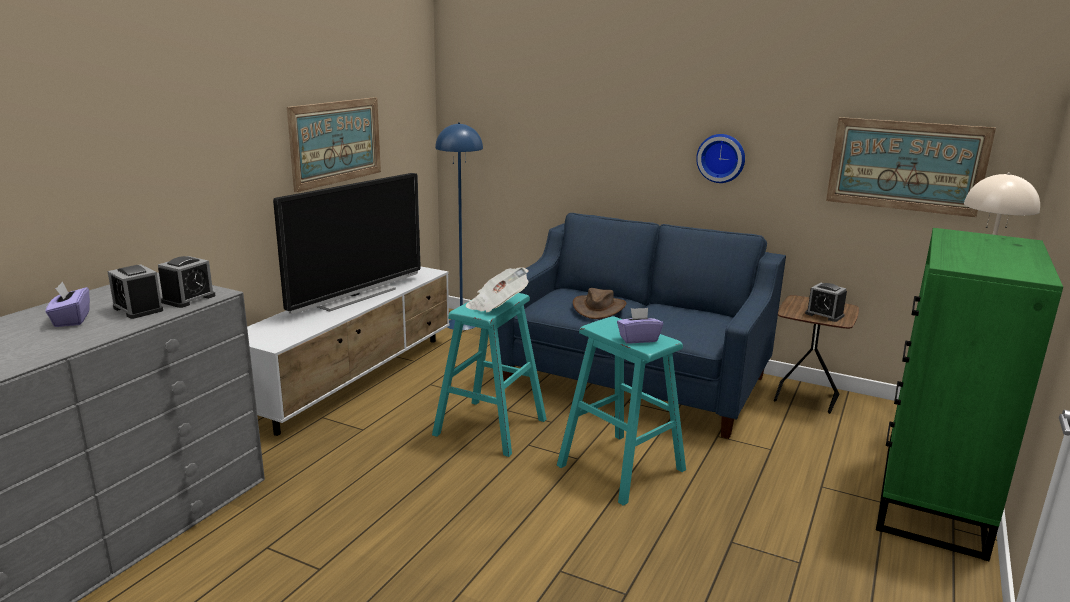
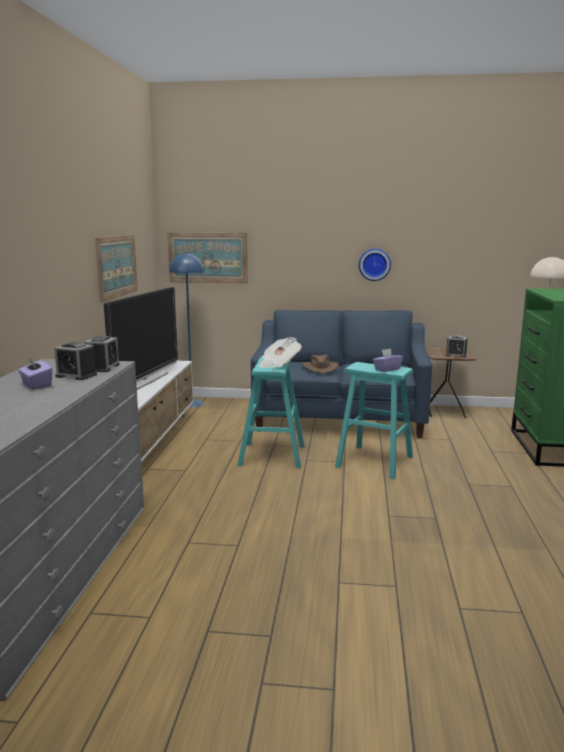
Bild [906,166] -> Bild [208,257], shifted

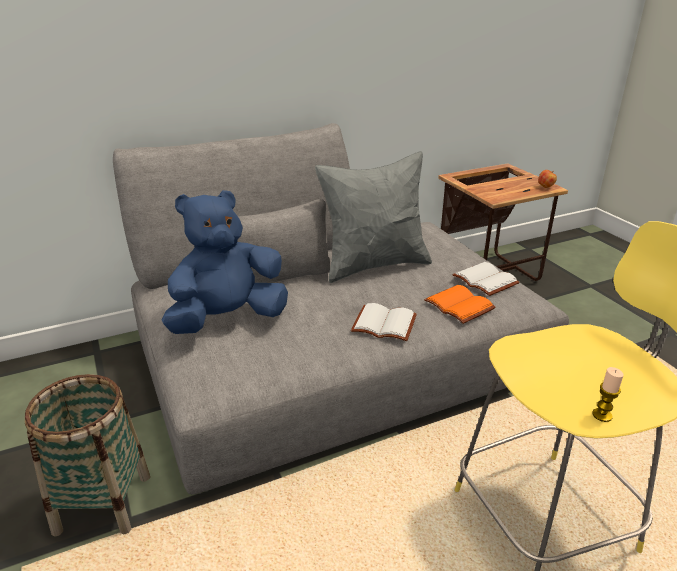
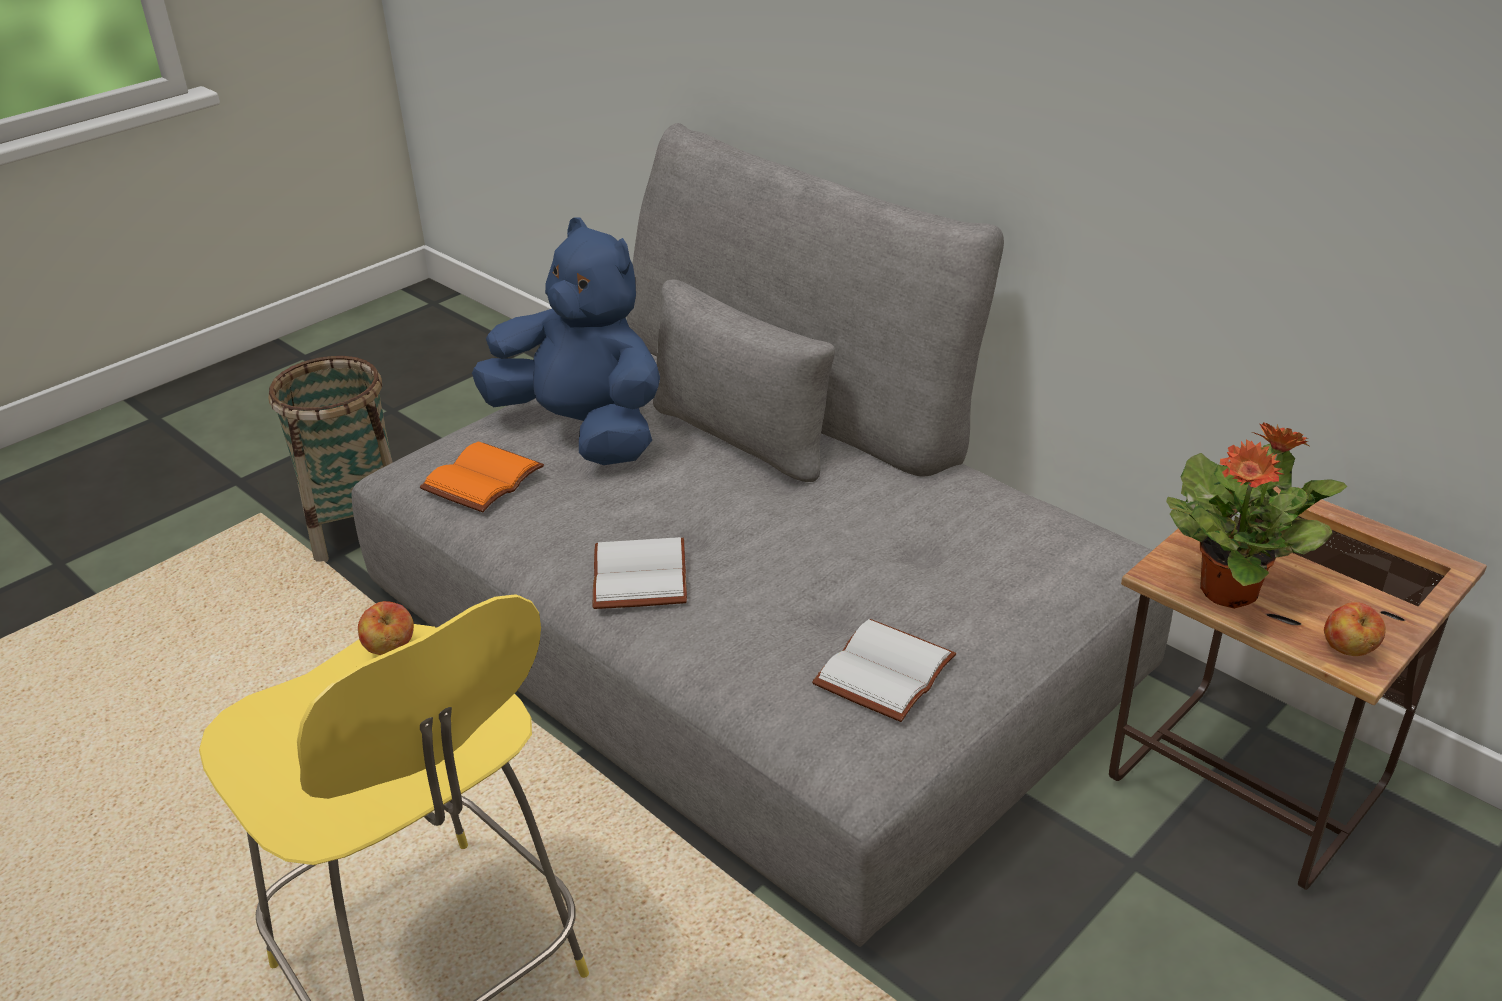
Kissen (grau) [374,265] -> none
Buch (orange) [461,305] -> Buch (orange) [484,481], shifted
Kerze [602,415] -> none
none -> Apfel [390,649]
none -> Topfpflanze [1230,590]

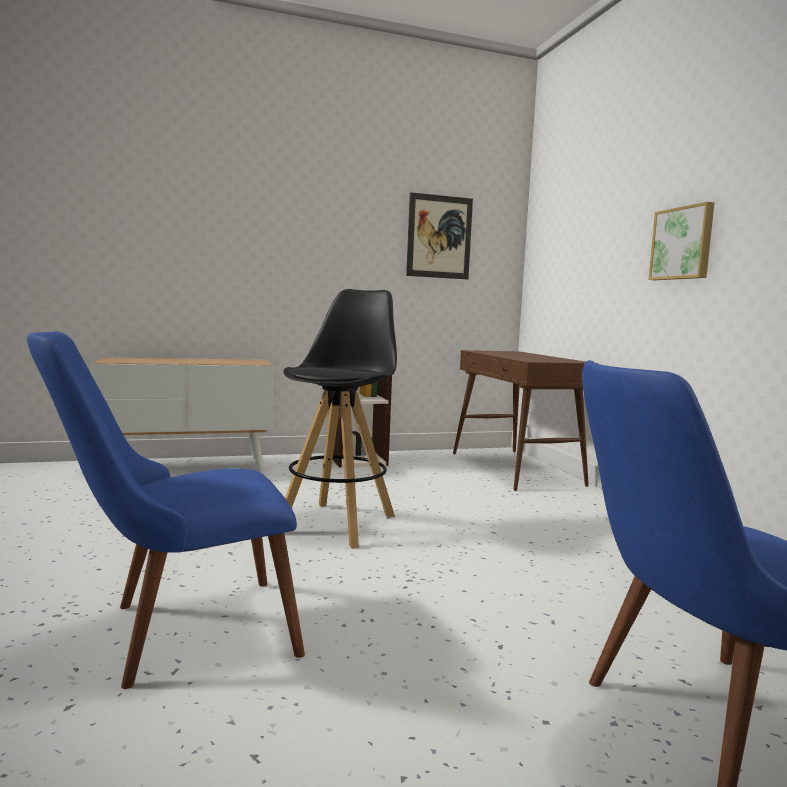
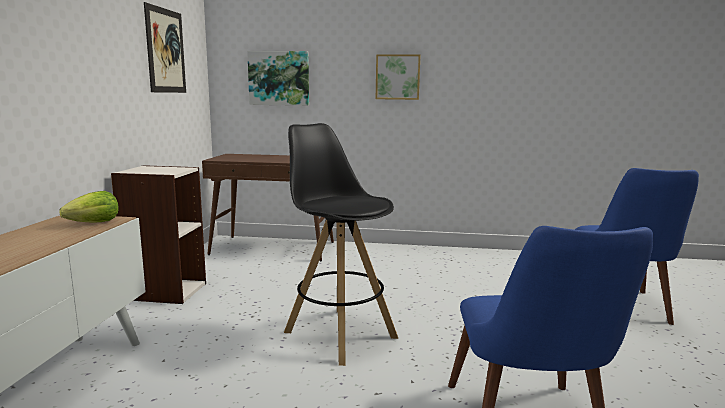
none -> Salatkopf [95,223]
none -> Bild [279,78]

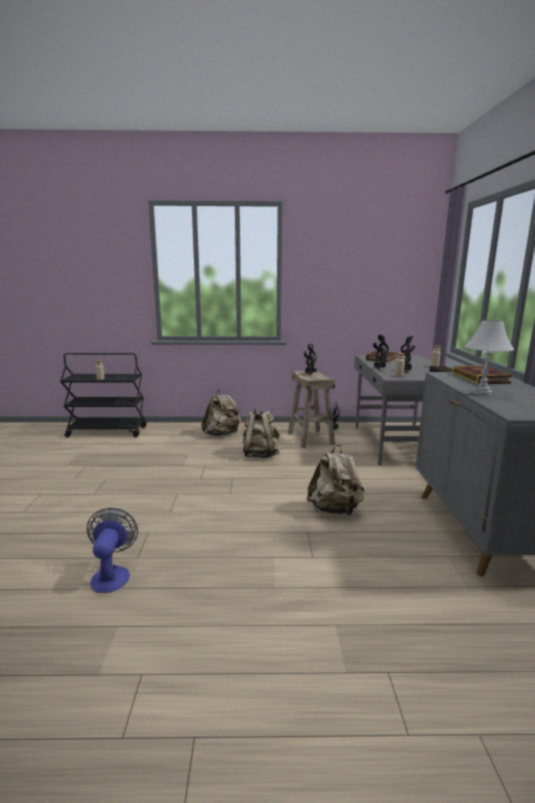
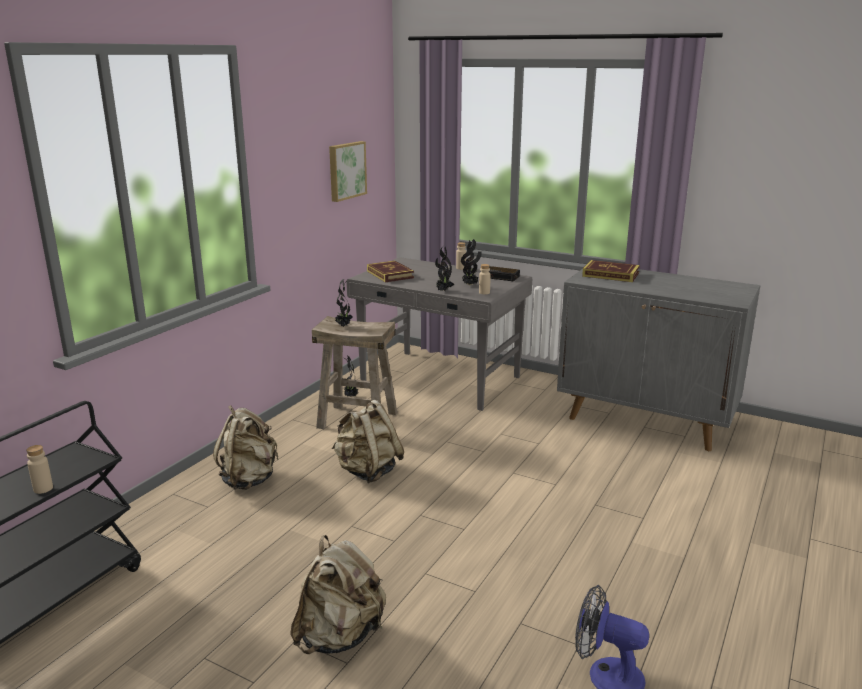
Rucksack (beige) [335,509] -> Rucksack (beige) [340,636], shifted
Tischlampe (weiß) [482,393] -> none
none -> Bild [346,170]

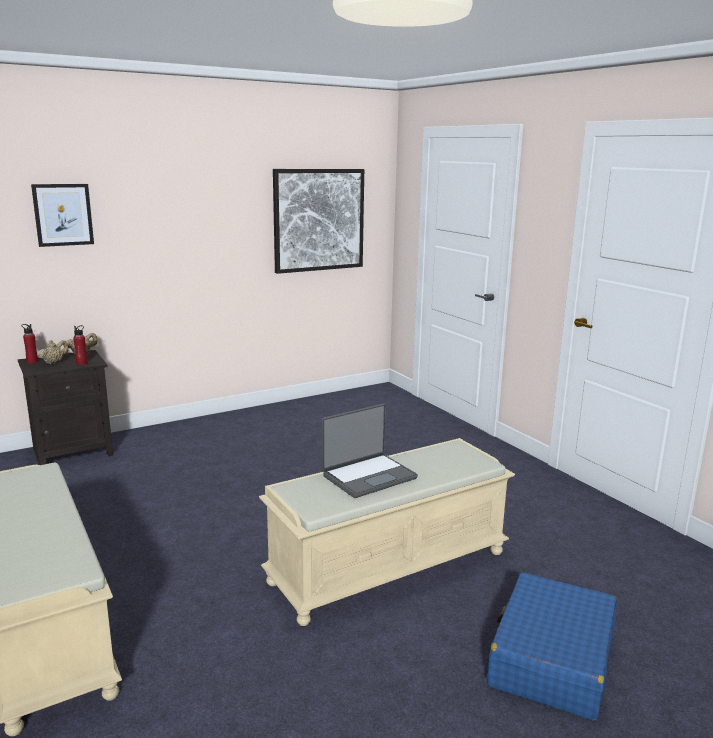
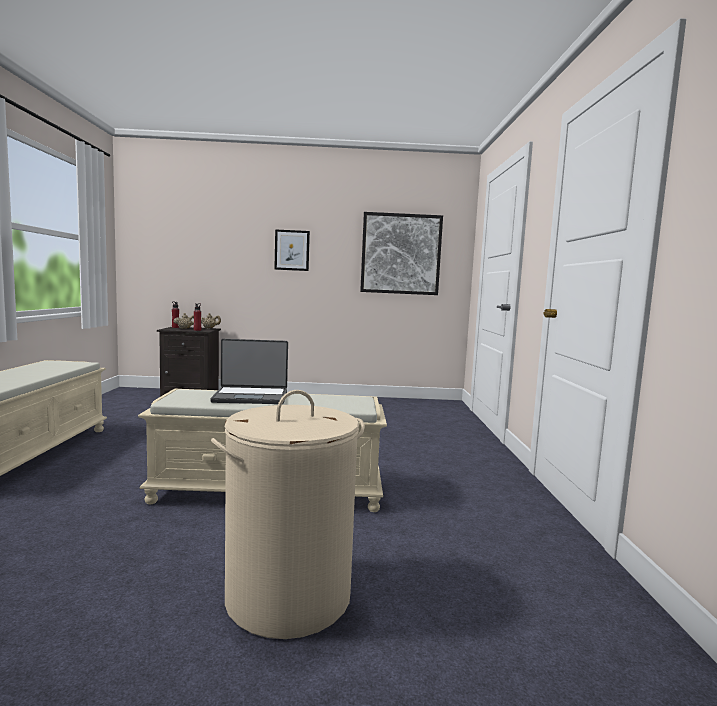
Bild [63,214] -> Bild [292,250], shifted
Koffer (blau) [551,660] -> Wäschekorb (beige) [288,597]

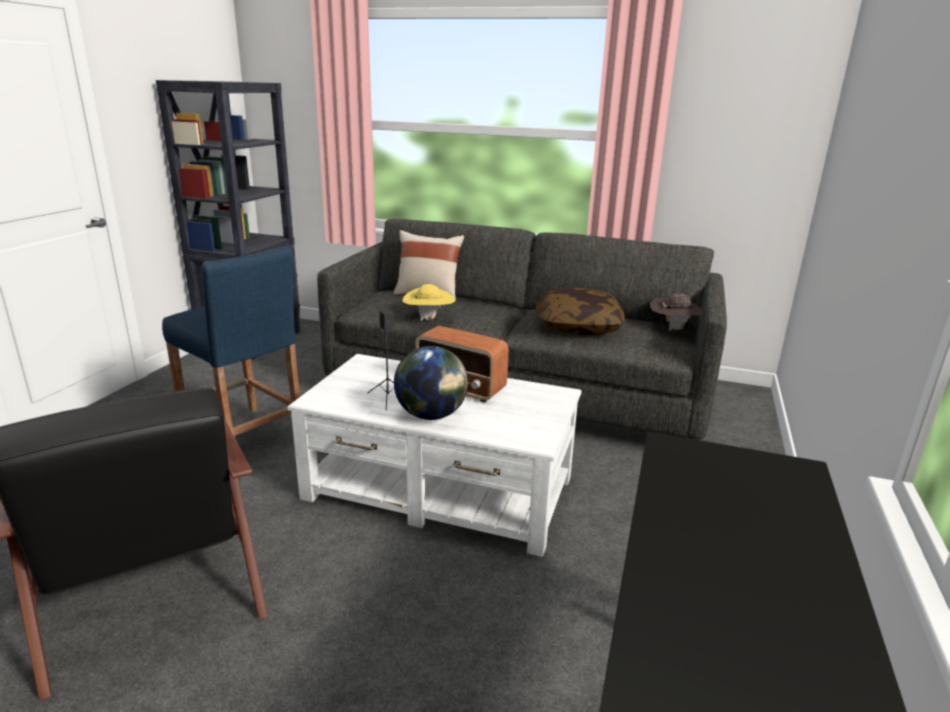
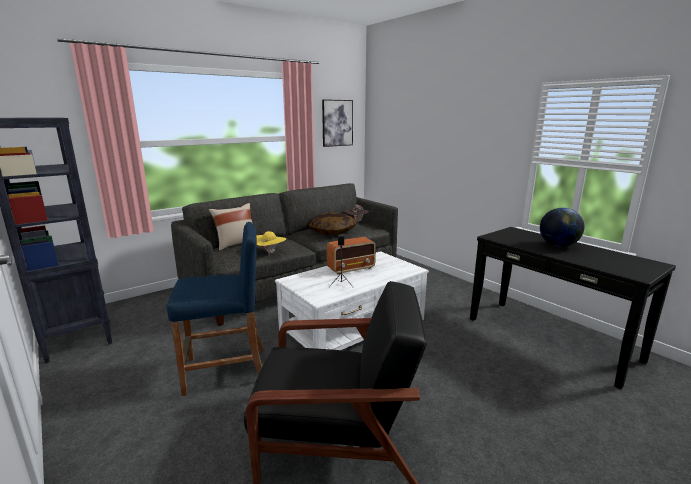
Globus [431,415] -> Globus [558,245], shifted
none -> Bild [337,123]

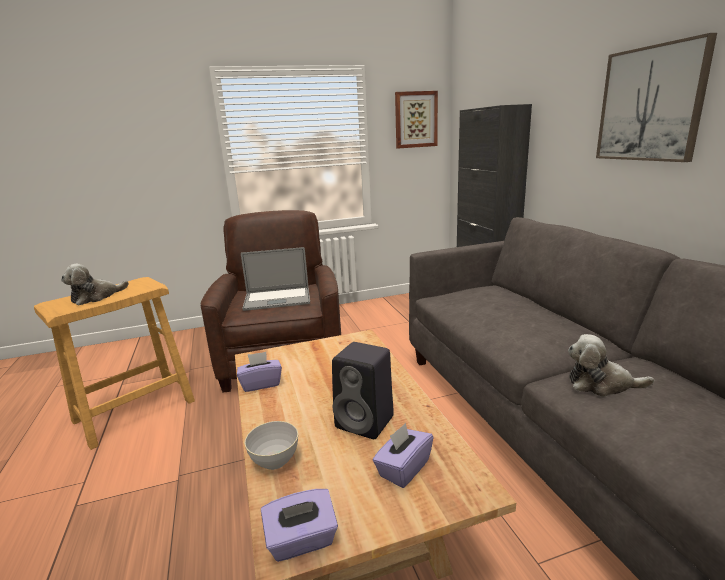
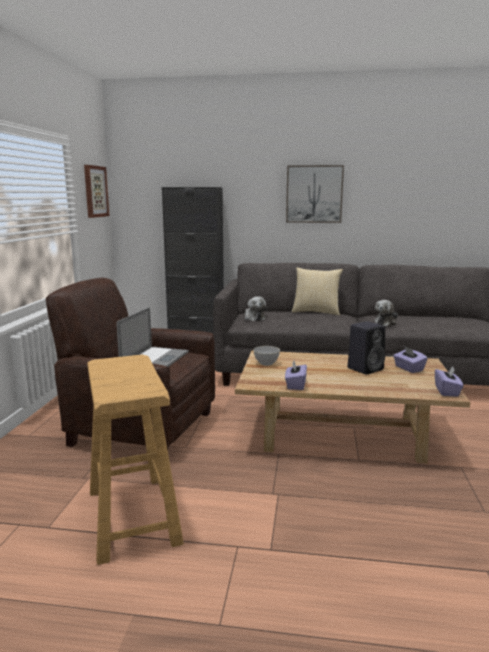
Plüschtier [96,297] -> Plüschtier [254,318], shifted
Schüssel (grau) [275,461] -> Schüssel (grau) [266,363], shifted
none -> Kissen [316,312]

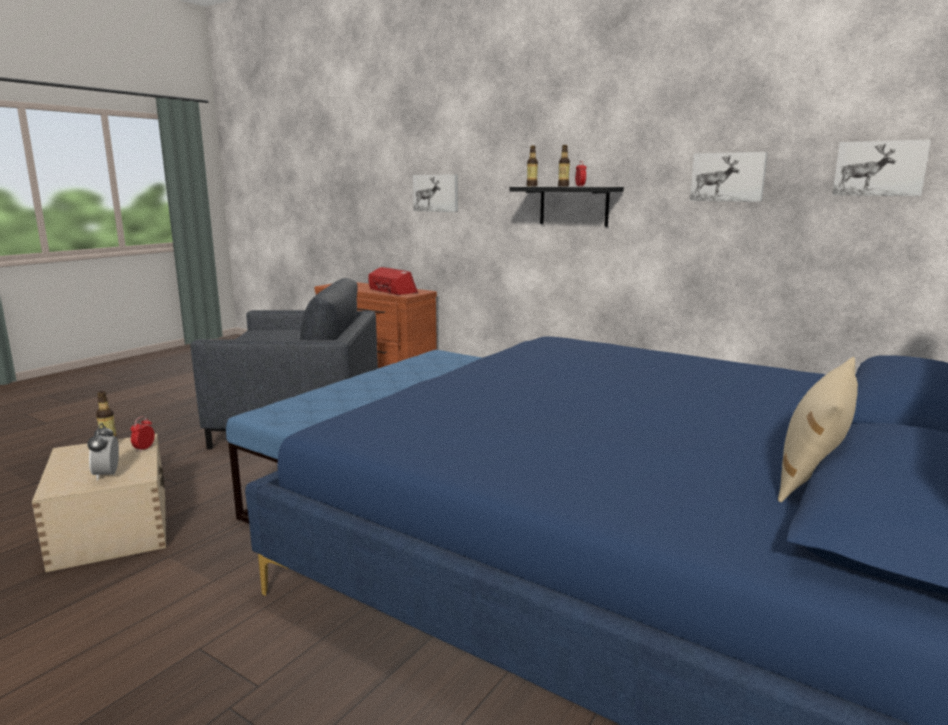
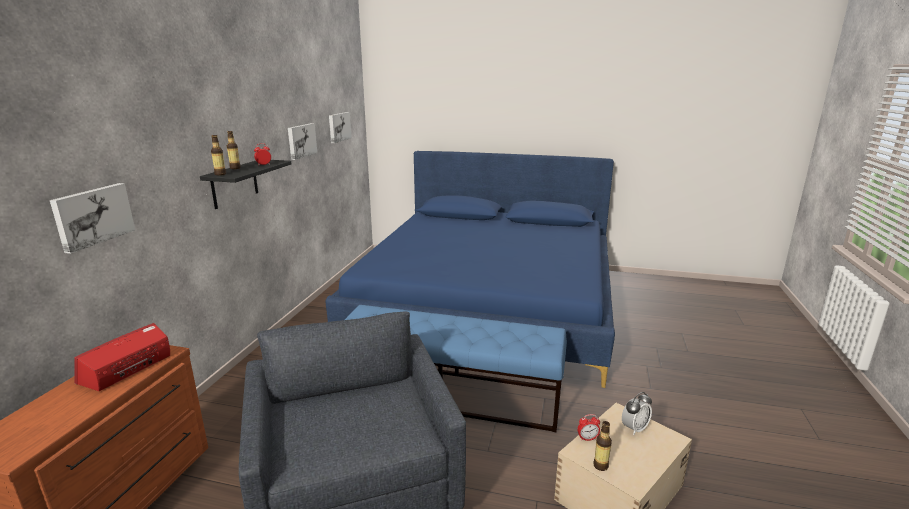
Kissen (beige) [814,467] -> none

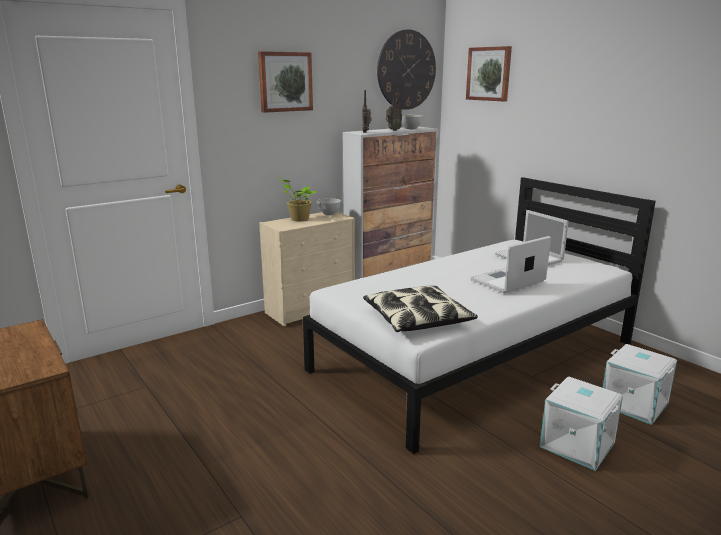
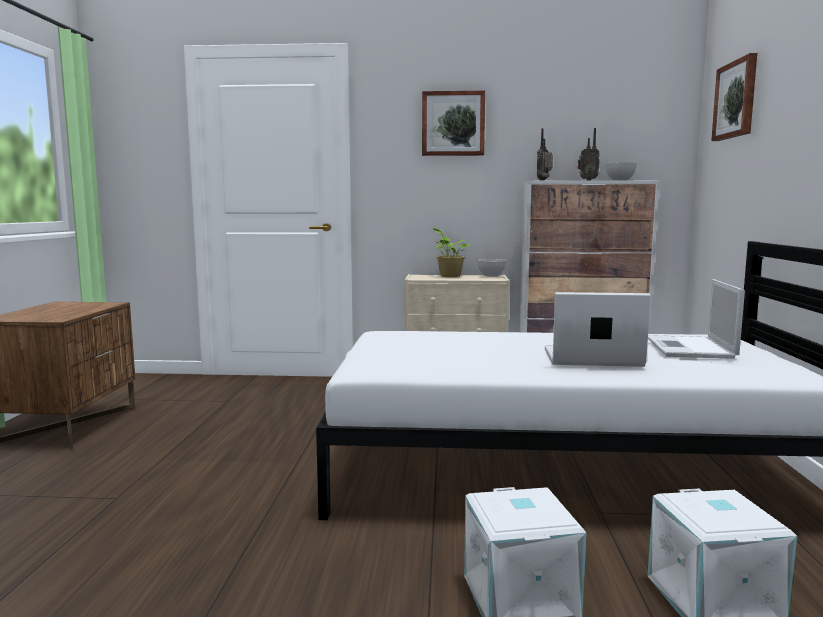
Kissen [417,319] -> none
Wanduhr [406,70] -> none

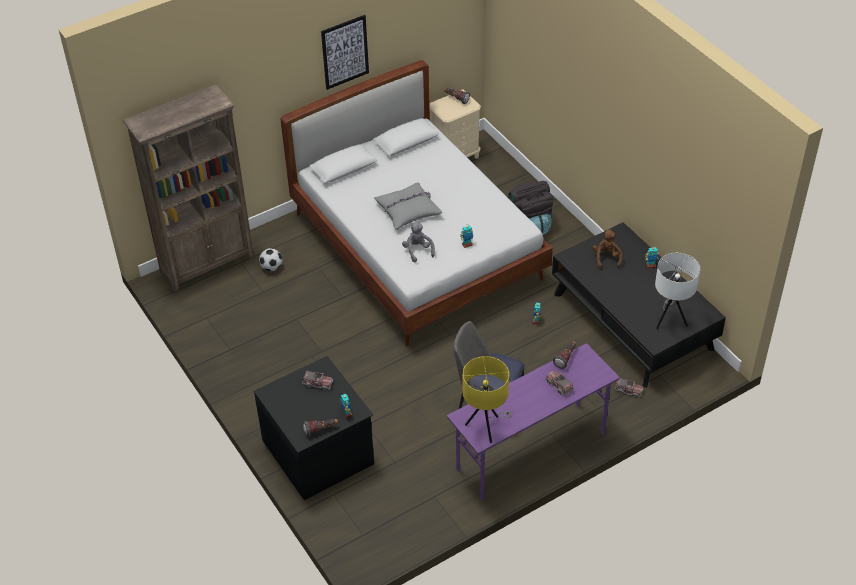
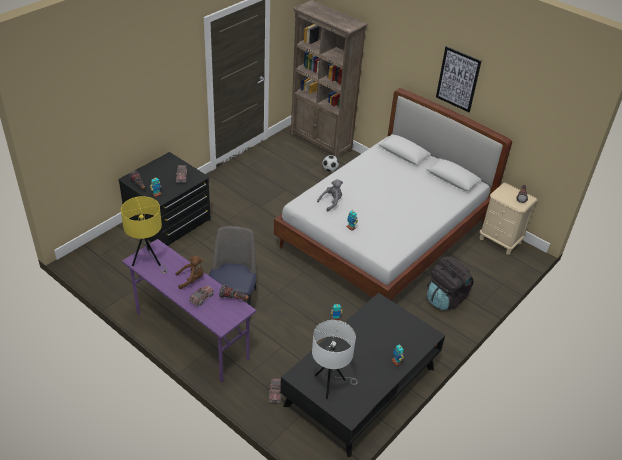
Kissen (grau) [408,210] -> none
Plüschtier (braun) [606,258] -> Plüschtier (braun) [192,279], shifted

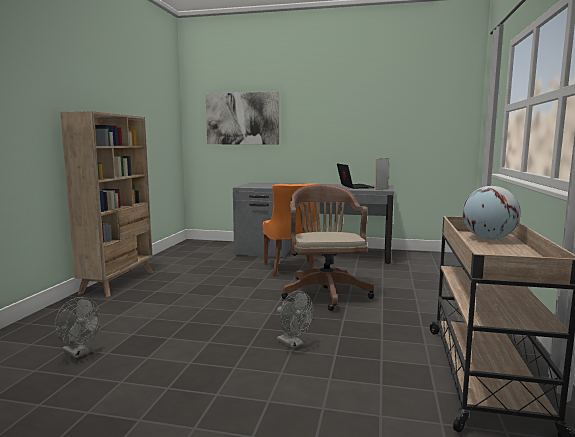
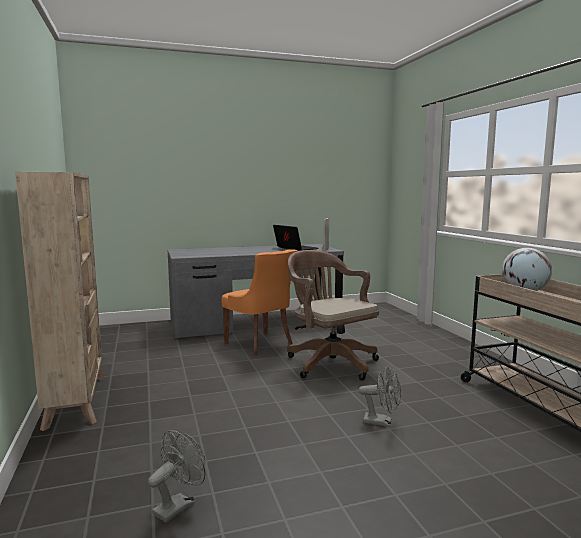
Ventilator (grau) [79,353] -> Ventilator (grau) [178,505], 60 degrees counterclockwise
Bild [242,118] -> none

